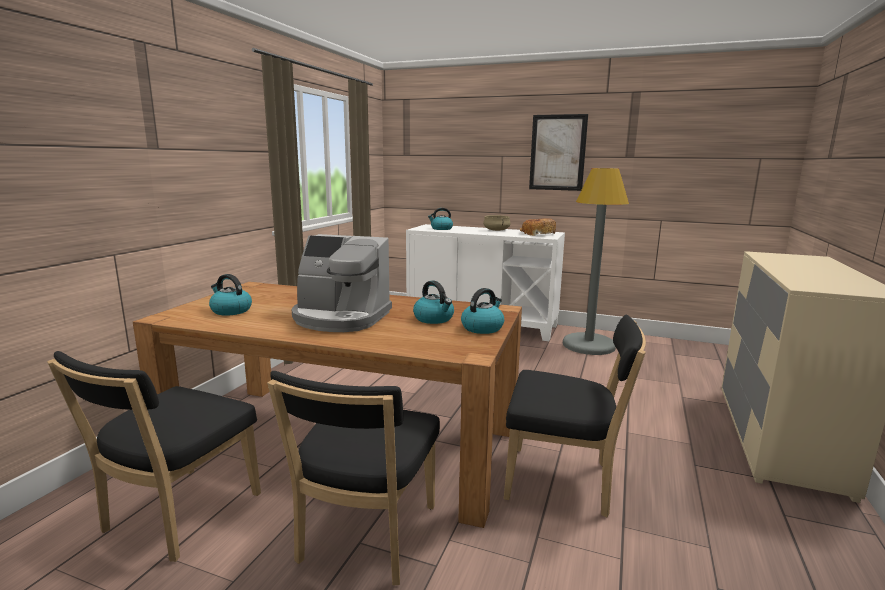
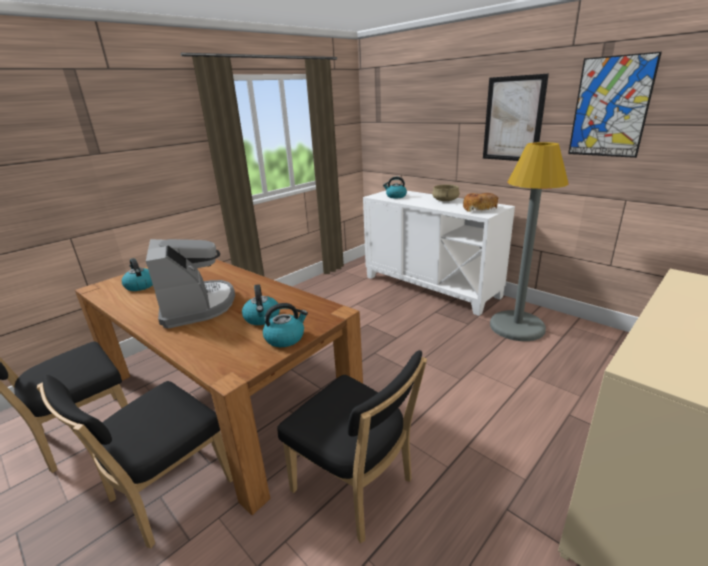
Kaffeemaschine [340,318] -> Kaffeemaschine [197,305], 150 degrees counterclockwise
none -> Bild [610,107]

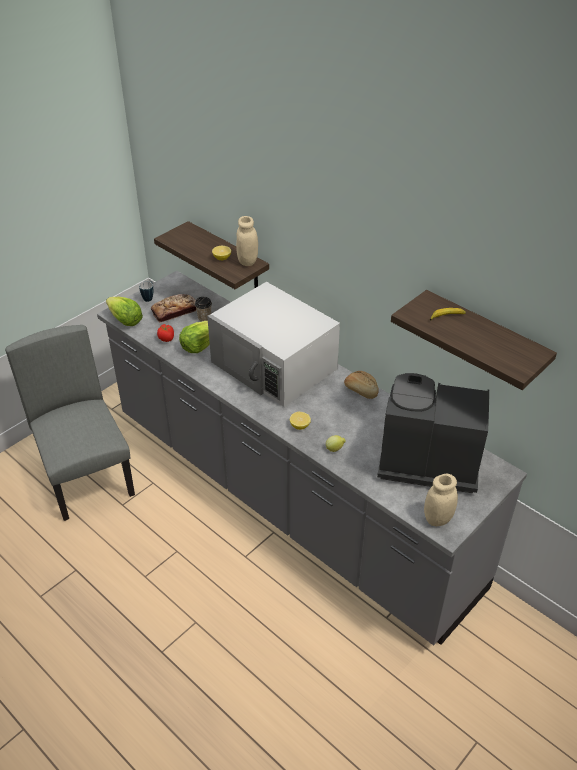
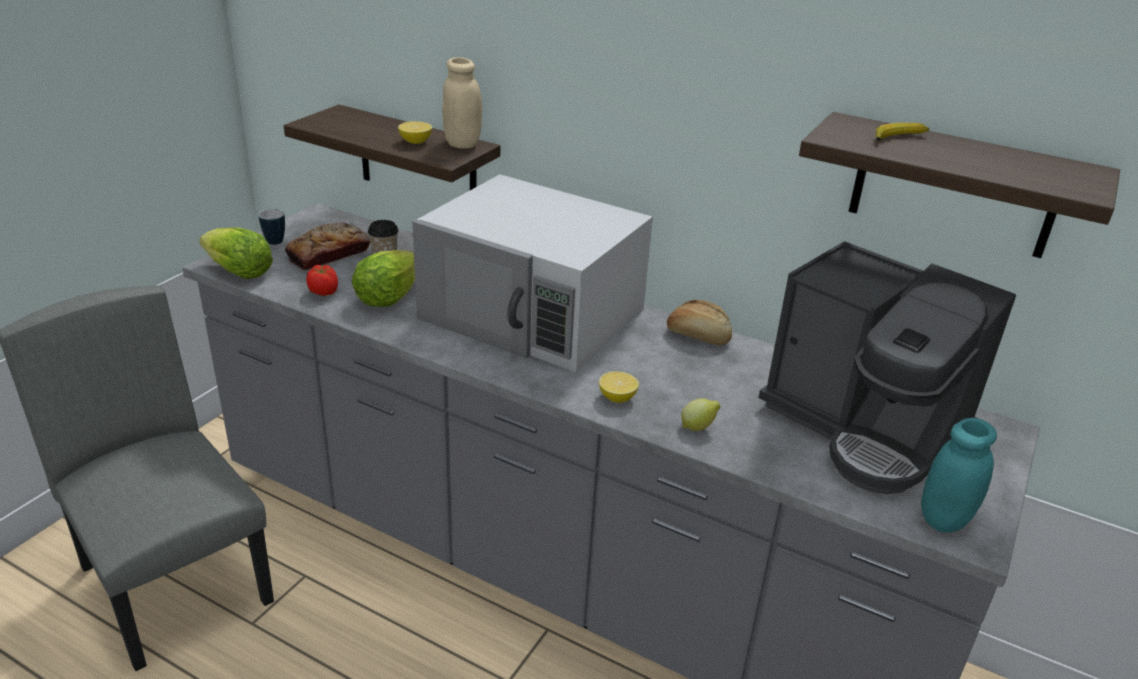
Kaffeemaschine [425,461] -> Kaffeemaschine [864,428], 135 degrees counterclockwise
Vorratsglas (beige) [437,519] -> Vorratsglas (türkis) [944,519]

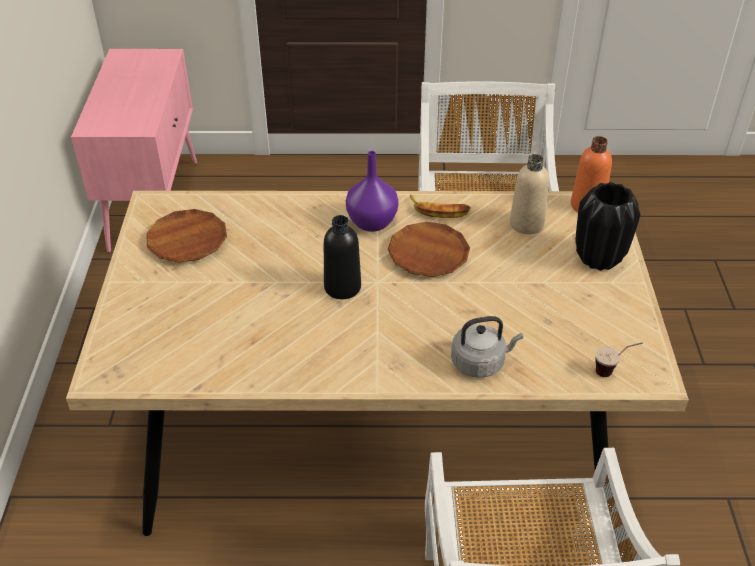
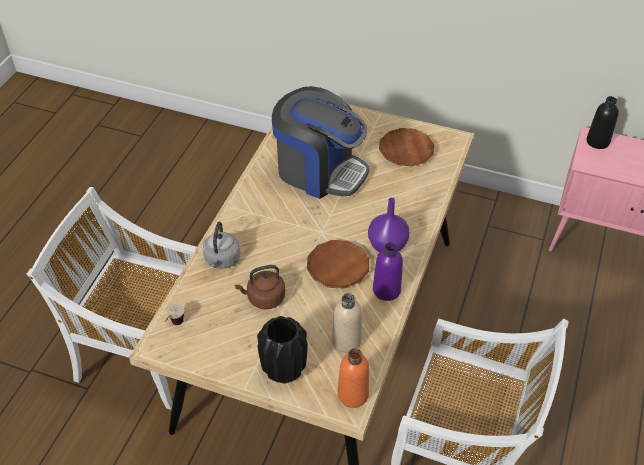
Flasche (schwarz) [342,287] -> Flasche (schwarz) [597,141], shifted
Banane [439,210] -> Flasche (lila) [386,290]
none -> Wasserkessel (braun) [264,298]
none -> Kaffeemaschine [319,170]

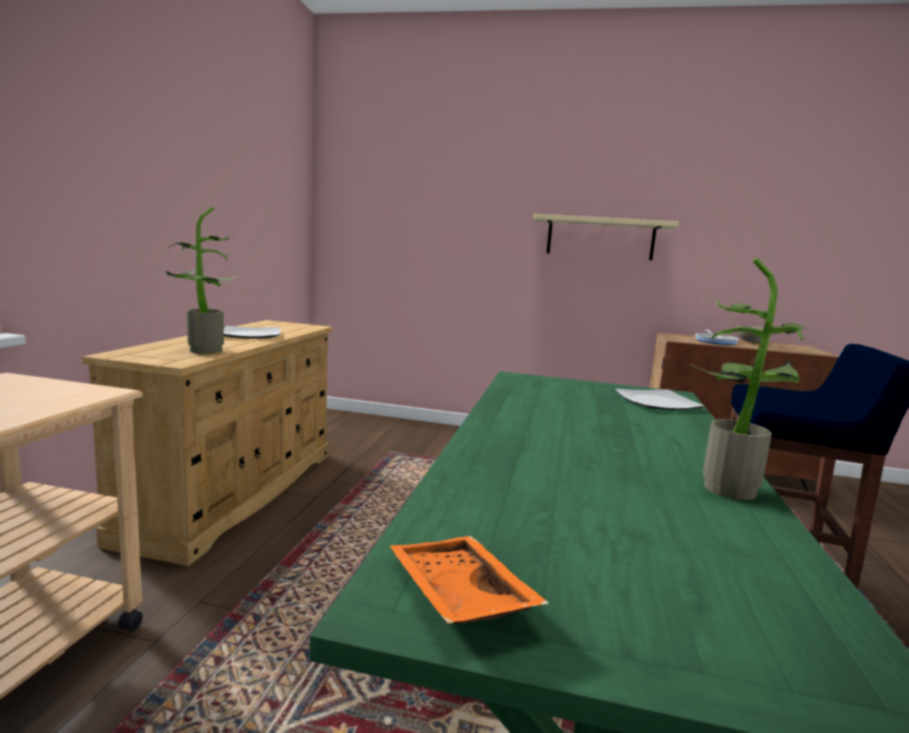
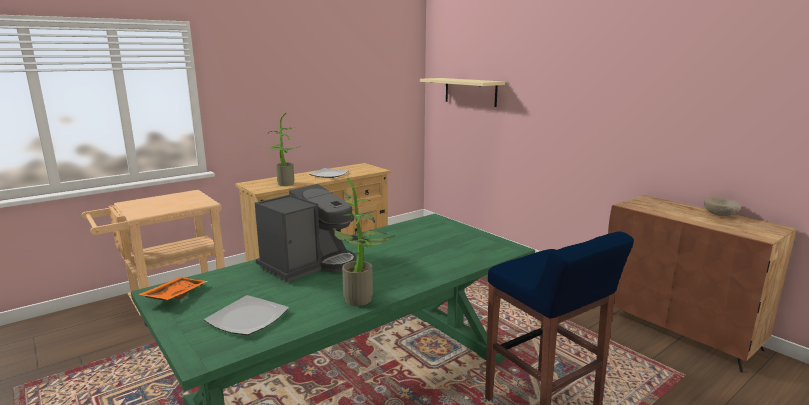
Wandregal (beige) [600,238] -> Wandregal (beige) [470,91], shifted
Teller [657,402] -> Teller [248,318], shifted
Pfanne [715,341] -> none
none -> Kaffeemaschine [309,264]

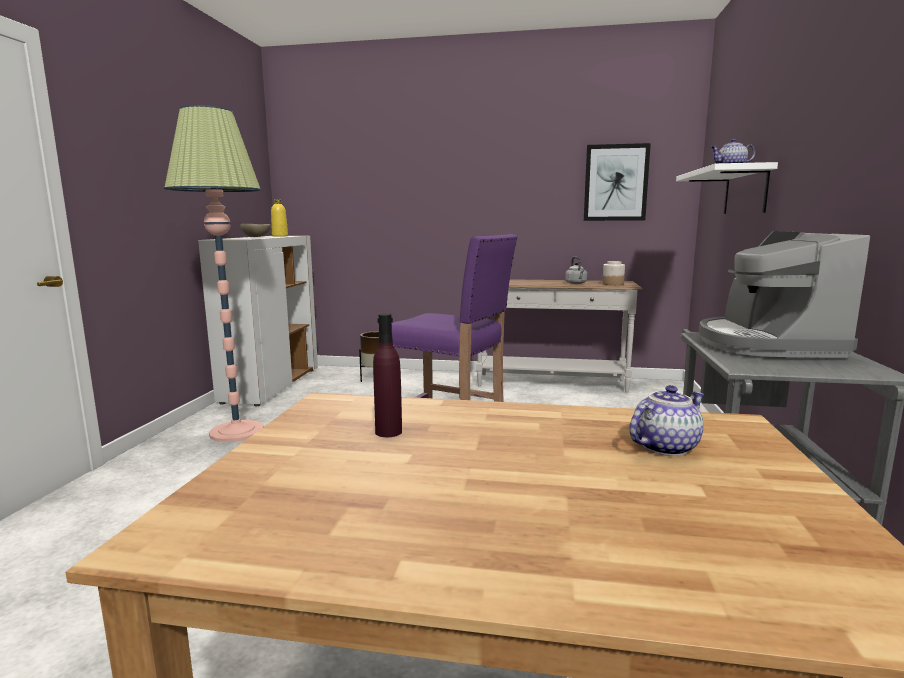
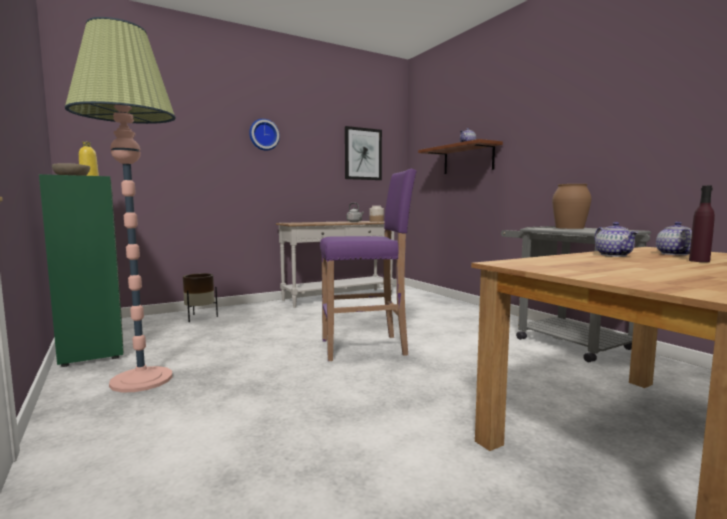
Schrank (weiß) [271,385] -> Schrank (grün) [94,341]
Flasche (lila) [388,432] -> Flasche (lila) [699,261], shifted
Wandregal (weiß) [745,191] -> Wandregal (braun) [468,159]
Kaffeemaschine [766,344] -> Vase (braun) [570,228]
none -> Wanduhr [263,135]
none -> Teekanne [614,255]

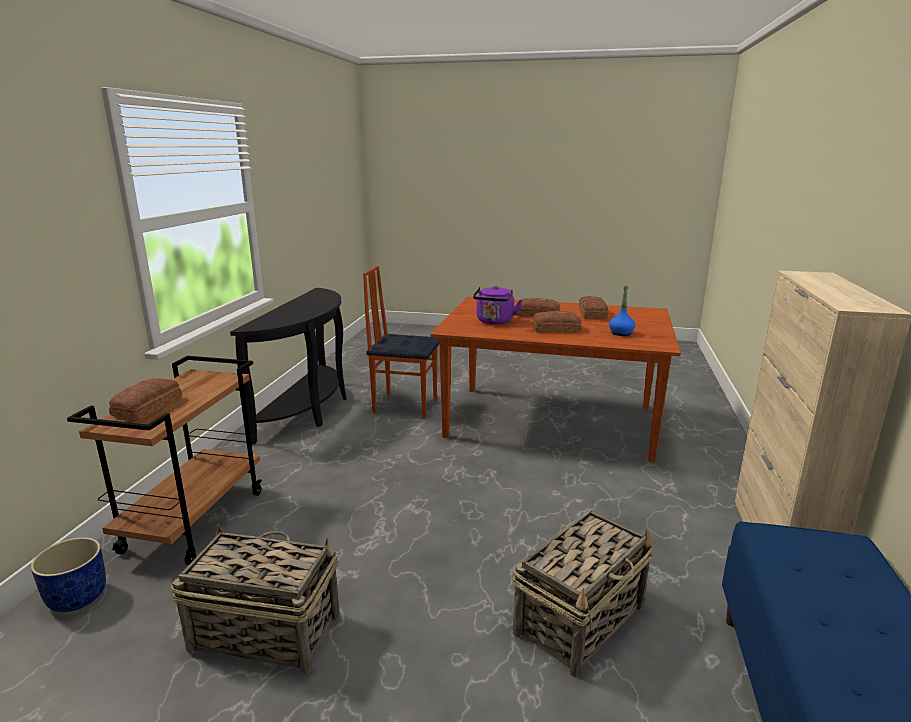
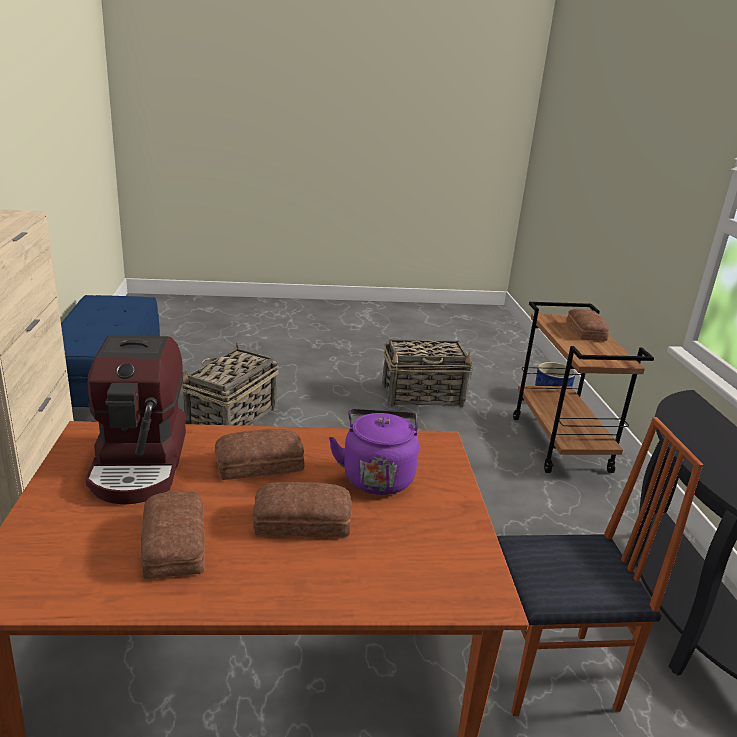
Flasche (blau) [621,333] -> Kaffeemaschine [141,463]

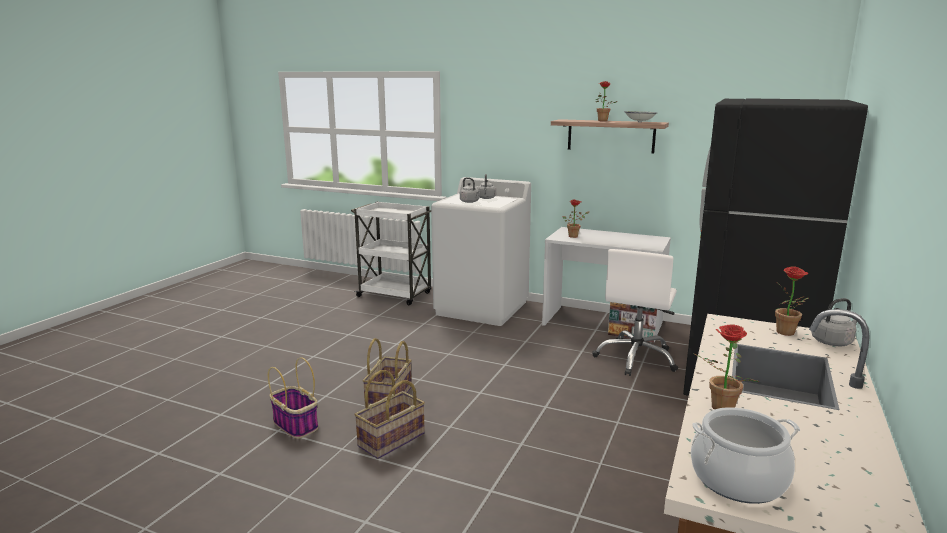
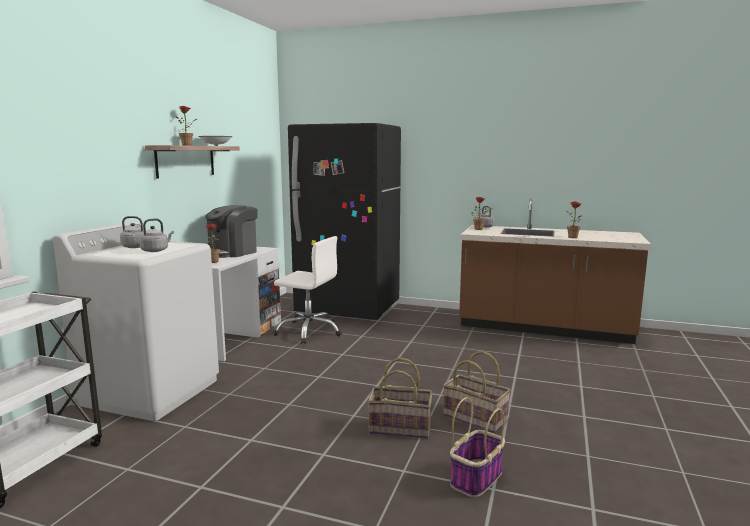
Kochtopf [738,479] -> none
none -> Kaffeemaschine [232,252]

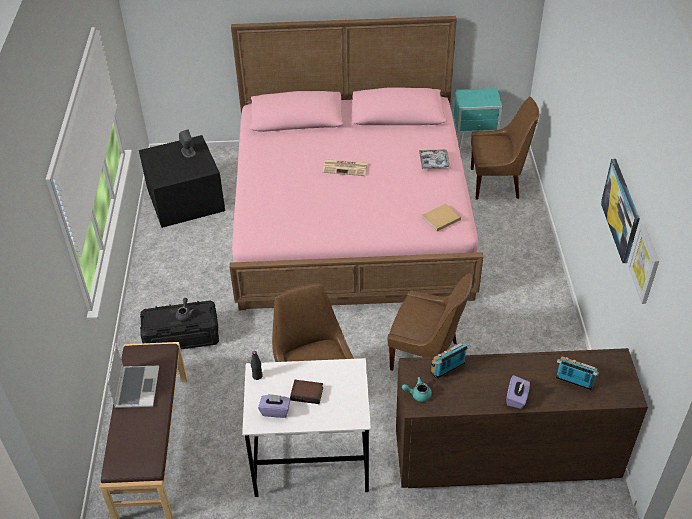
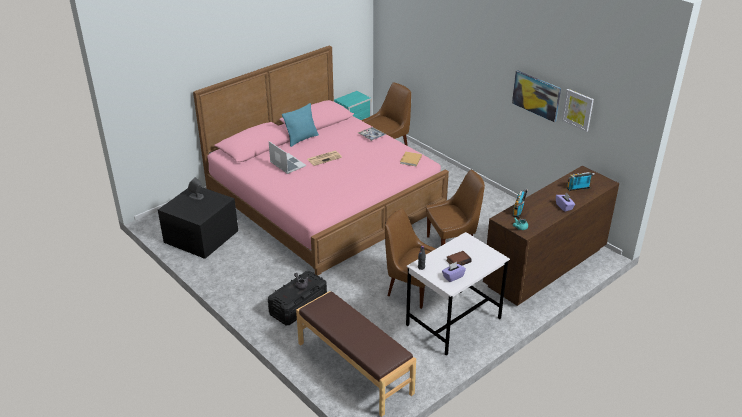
Laptop [136,387] -> Laptop [287,164], shifted
none -> Kissen (türkis) [301,139]

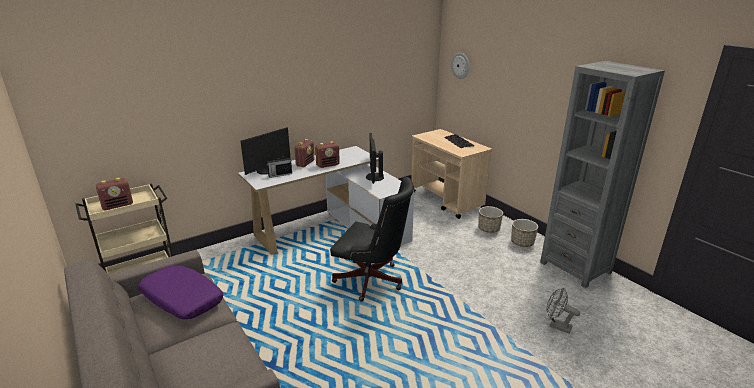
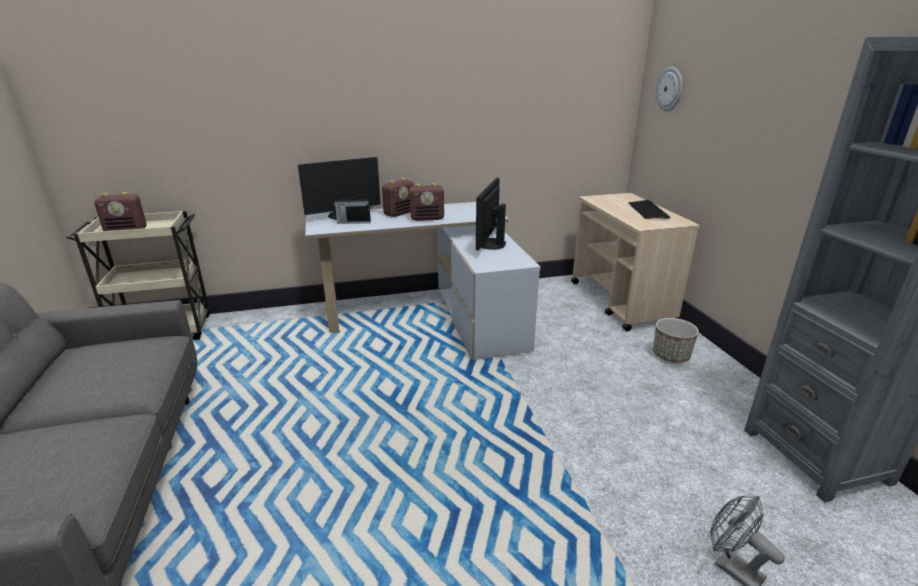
Kissen (lila) [181,299] -> none
Bürostuhl (schwarz) [372,281] -> none
Pflanzkübel [522,242] -> none

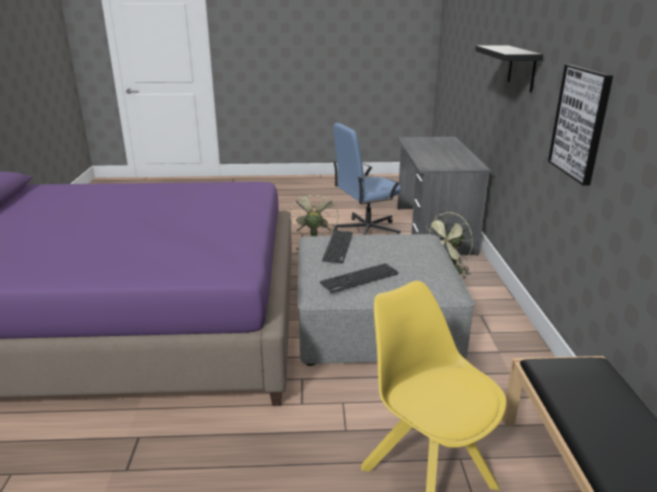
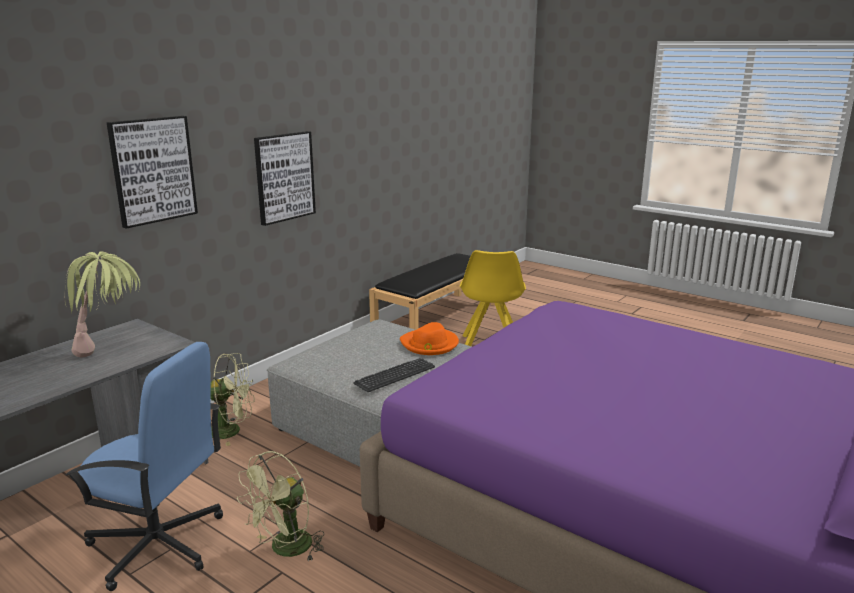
Tastatur [359,278] -> Hut (orange) [429,344]
Wandregal (schwarz) [522,68] -> Bild [153,170]
none -> Topfpflanze [110,350]

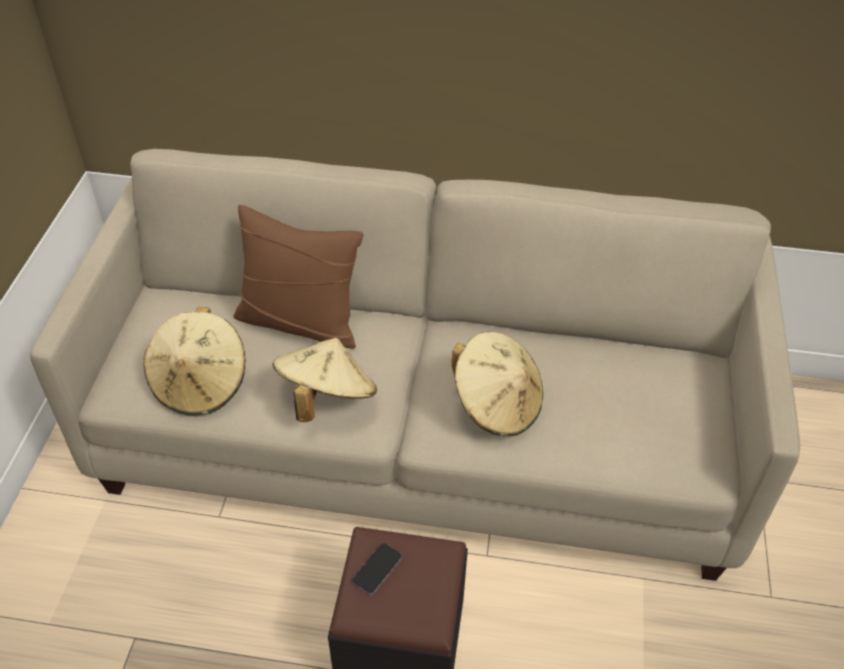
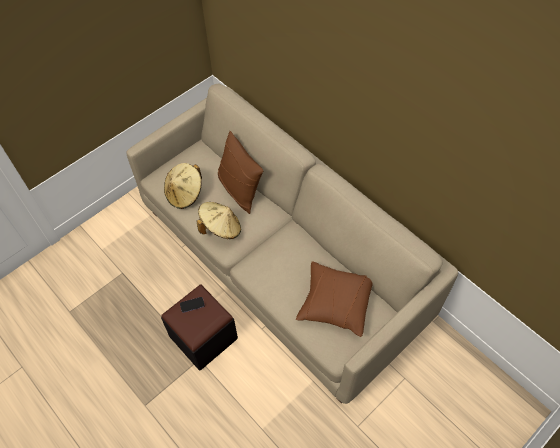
Hut (beige) [497,404] -> none
none -> Kissen (braun) [335,302]

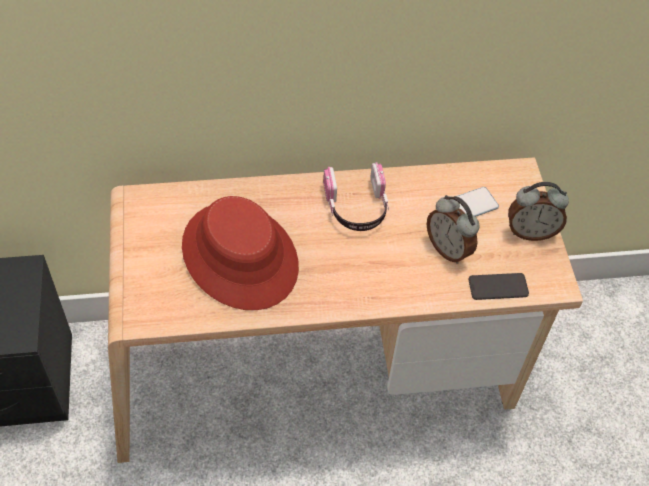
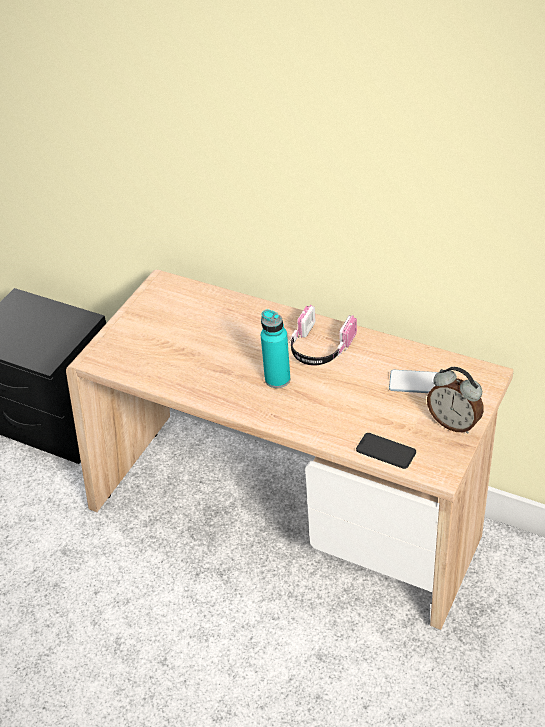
Hut (rot) [240,256] -> none
Wecker [448,249] -> none
none -> Flasche (türkis) [277,379]

